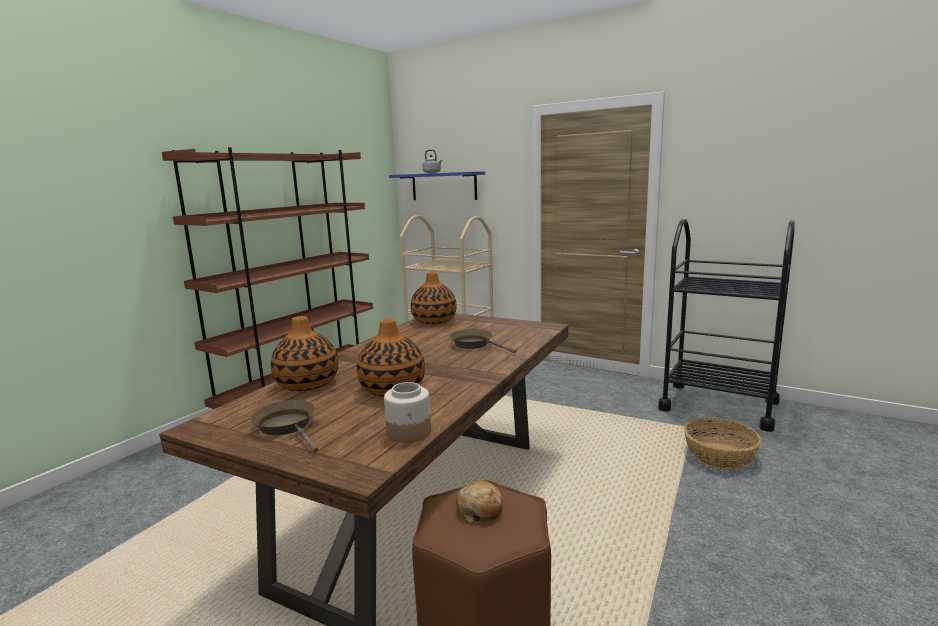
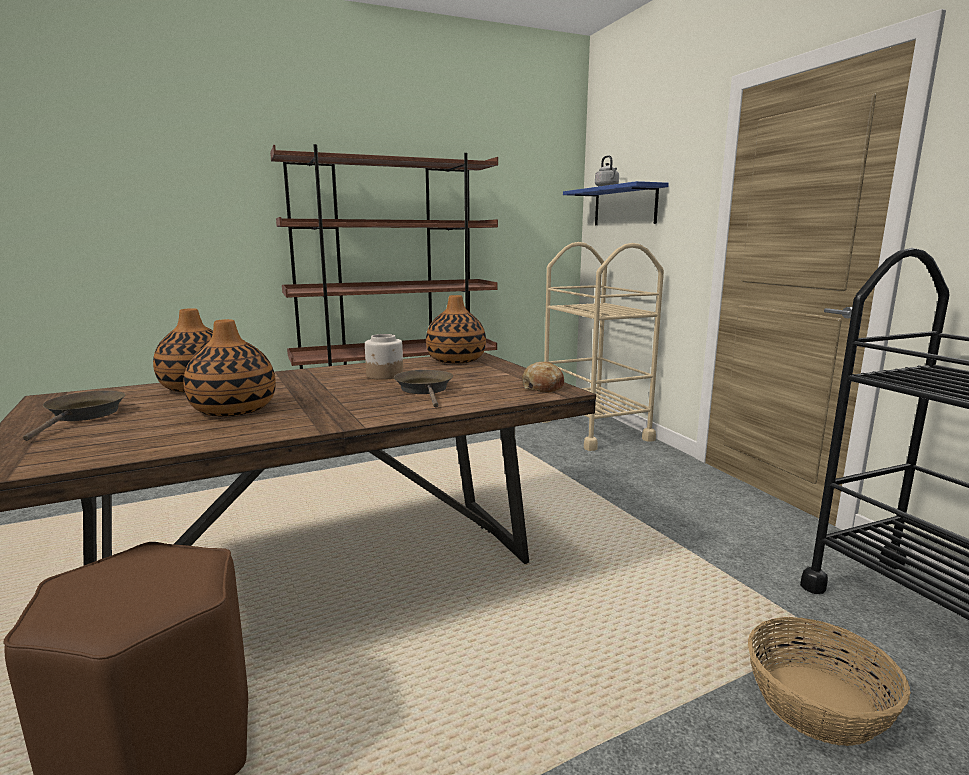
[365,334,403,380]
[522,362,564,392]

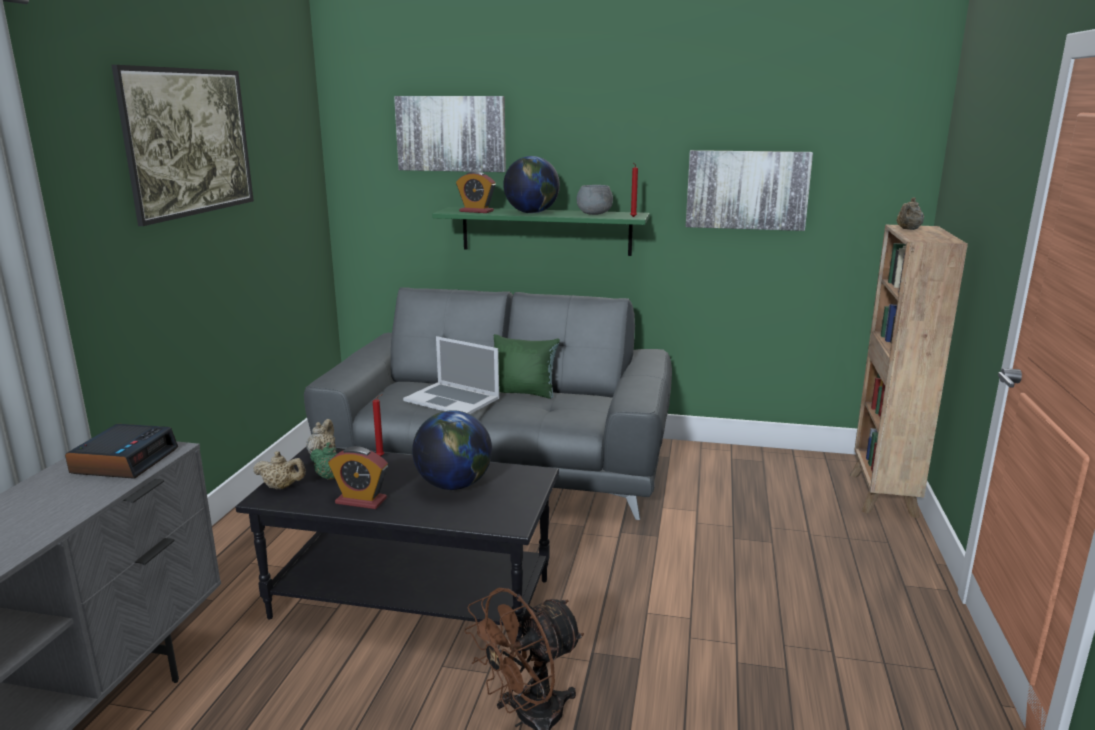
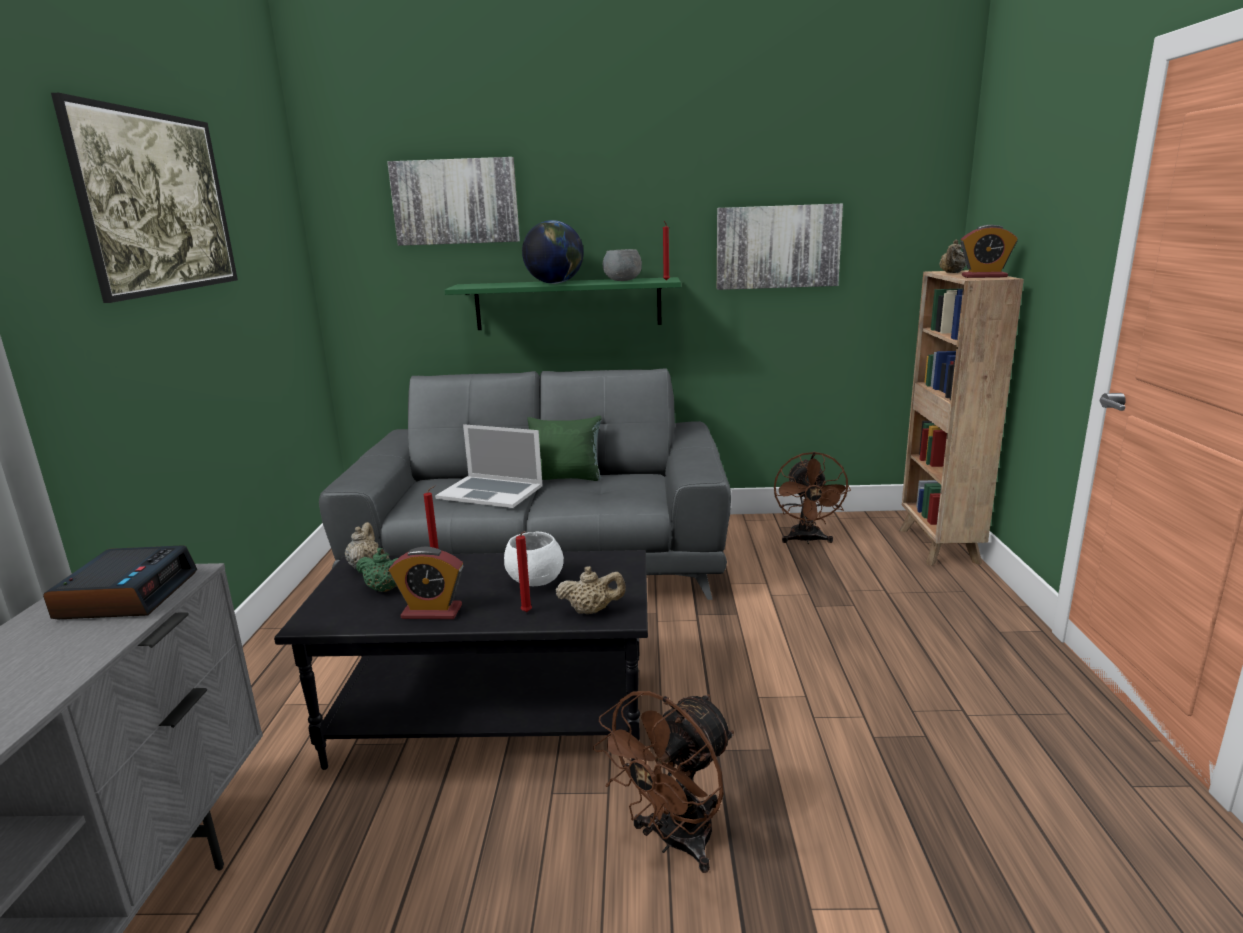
[960,225,1018,278]
[504,532,564,586]
[556,566,626,614]
[774,452,851,544]
[516,531,532,612]

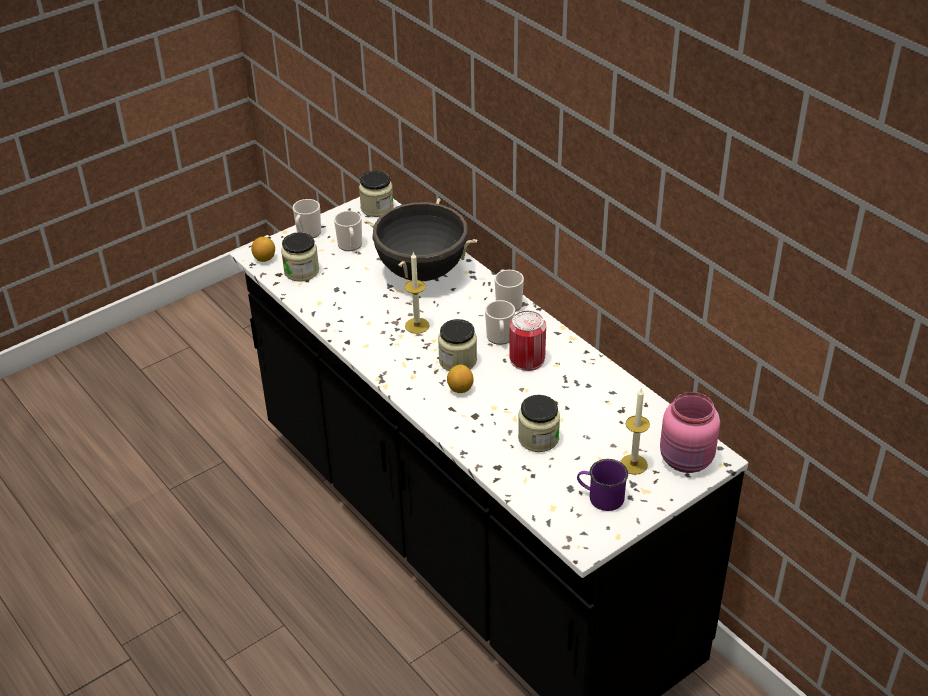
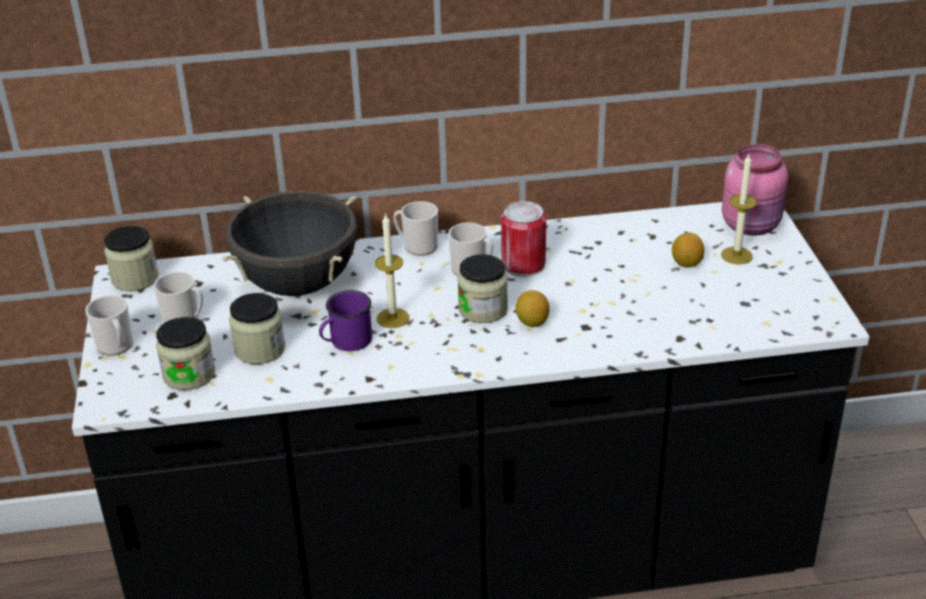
[672,233,704,268]
[229,293,285,364]
[319,290,372,351]

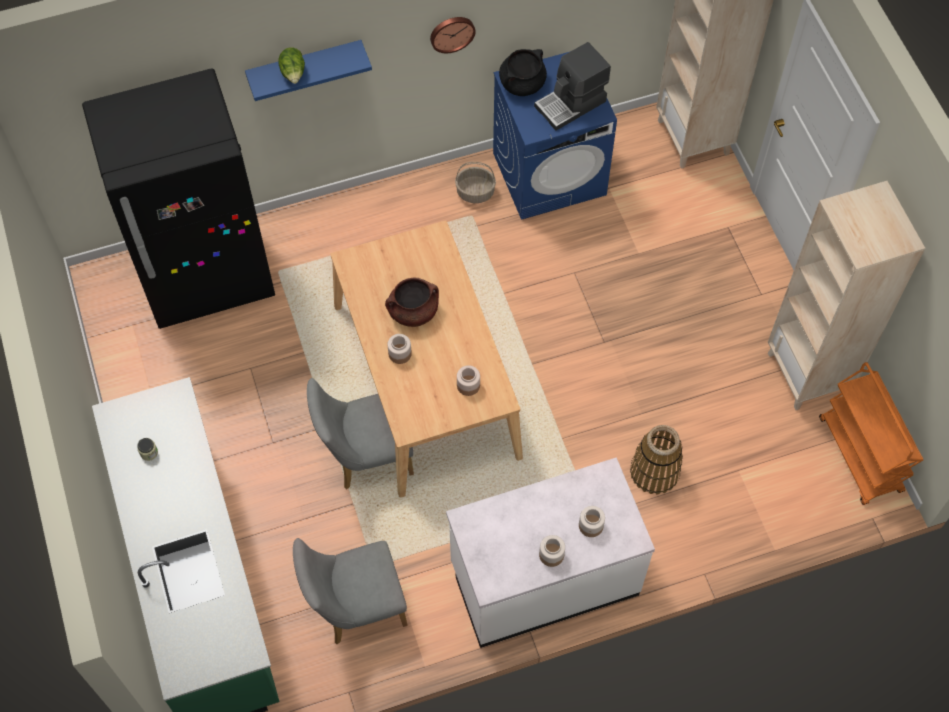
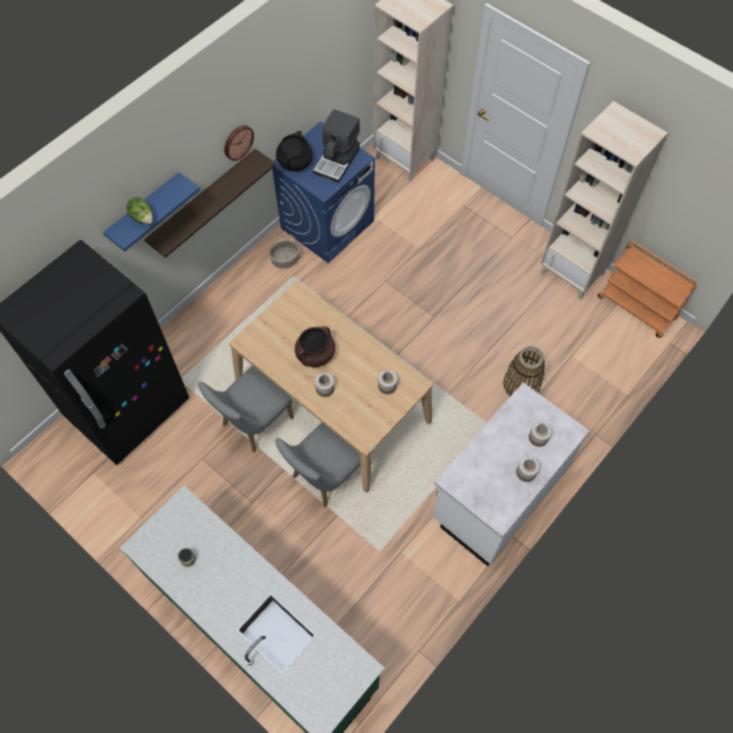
[198,366,294,452]
[144,149,276,258]

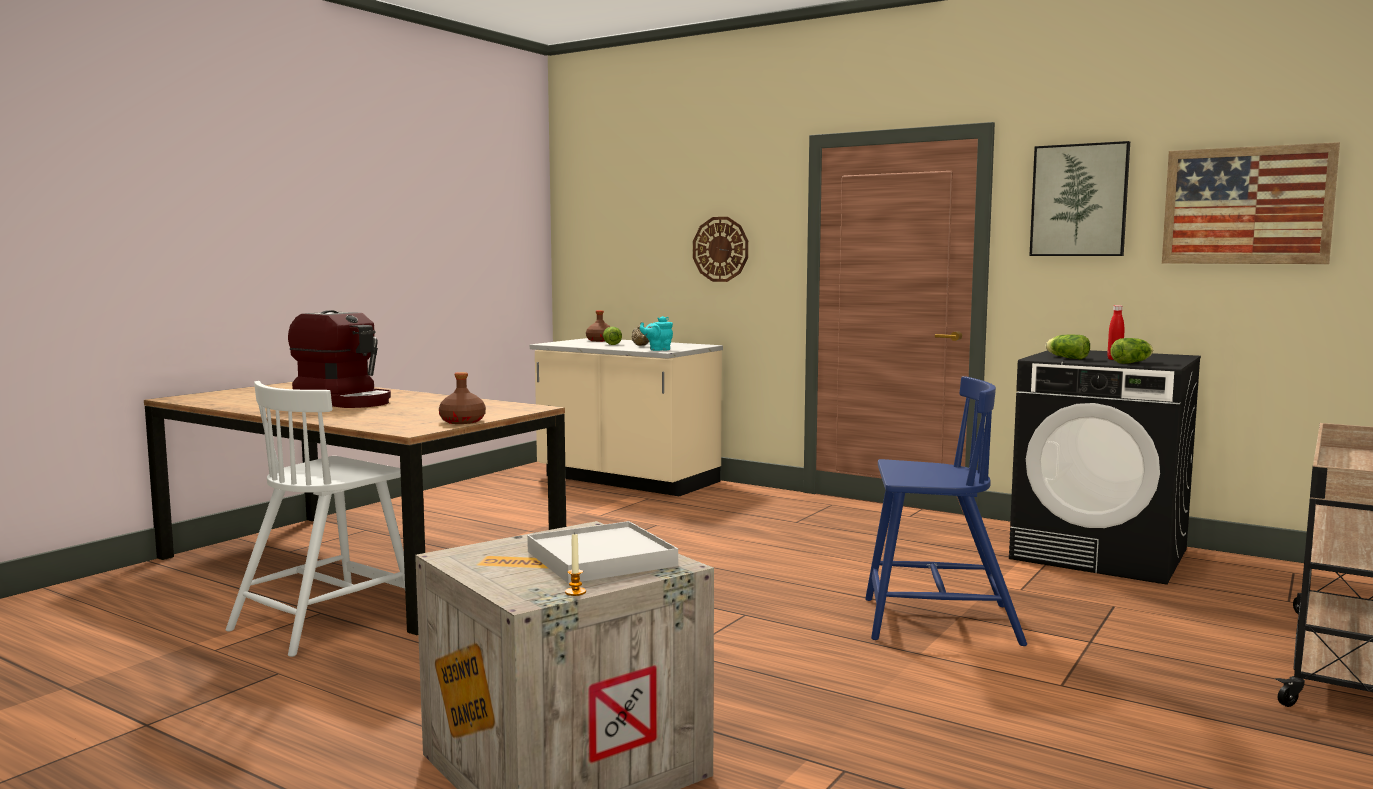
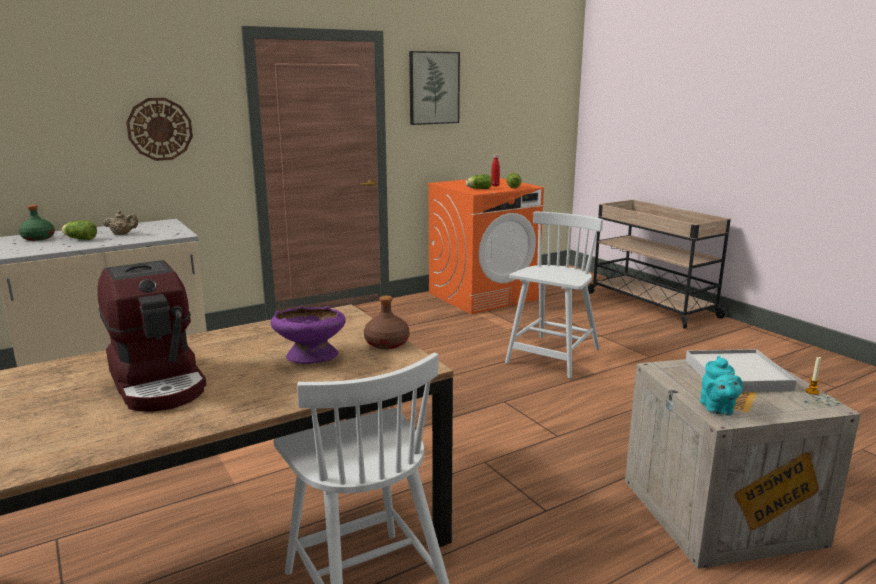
[1162,142,1340,264] (first image)
[97,260,206,412]
[19,205,55,241]
[700,356,743,416]
[427,178,544,314]
[505,212,603,378]
[271,306,346,364]

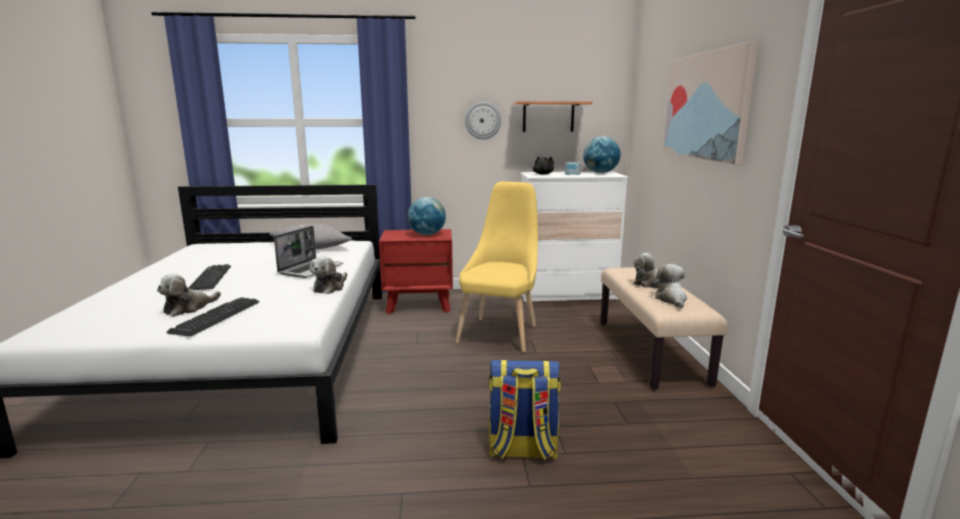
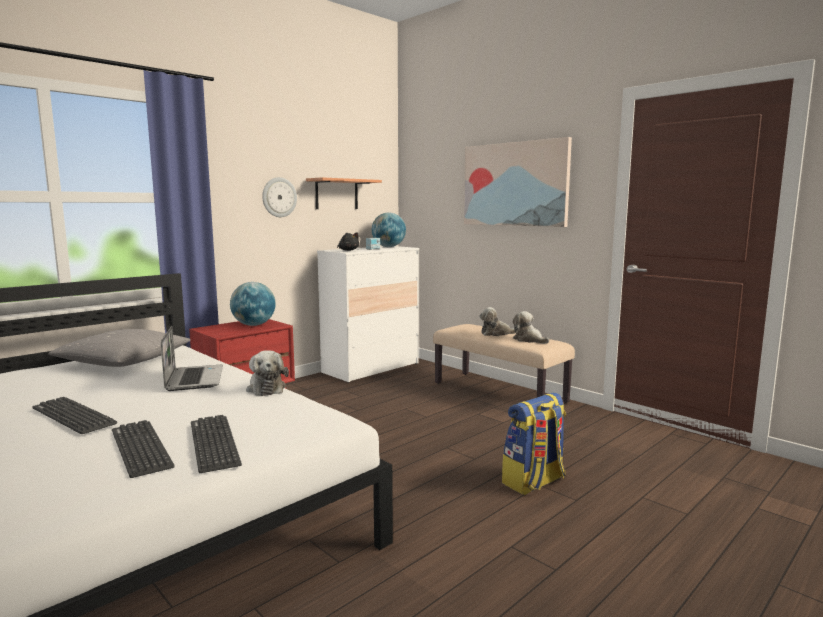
[455,182,538,352] (first image)
[112,420,175,478]

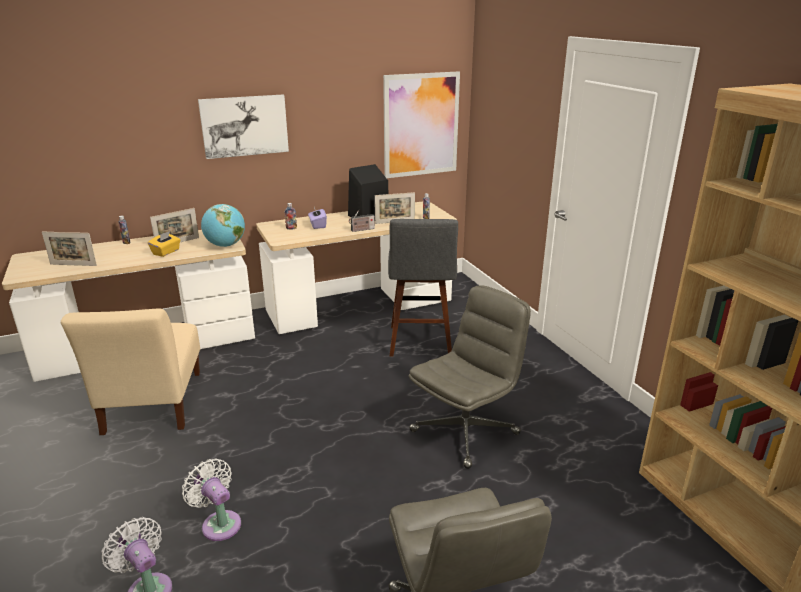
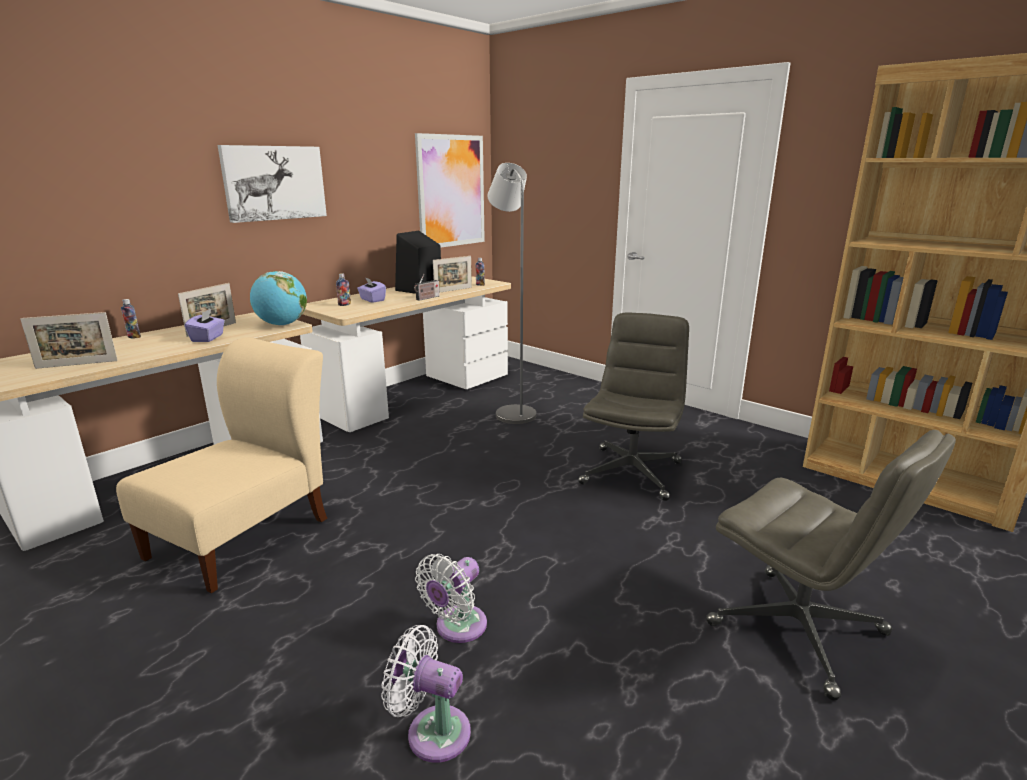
[487,163,537,424]
[185,309,225,342]
[116,337,327,593]
[415,554,487,643]

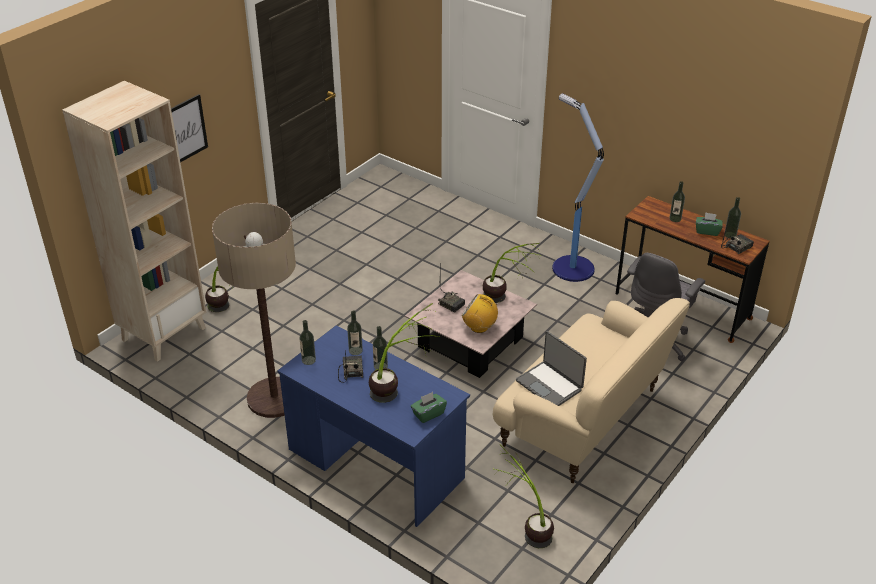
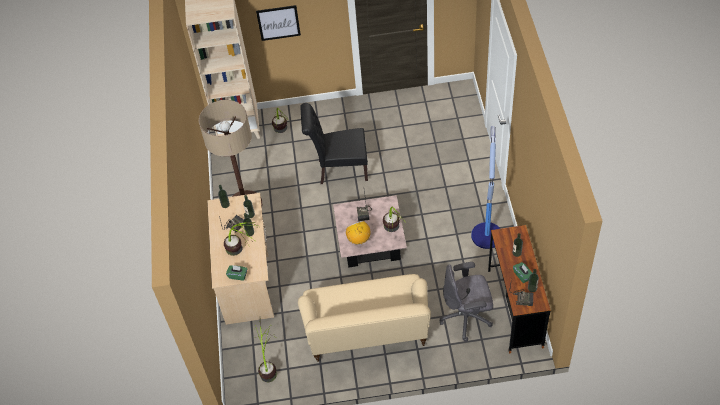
[207,193,274,325]
[516,331,587,406] (first image)
[300,103,368,184]

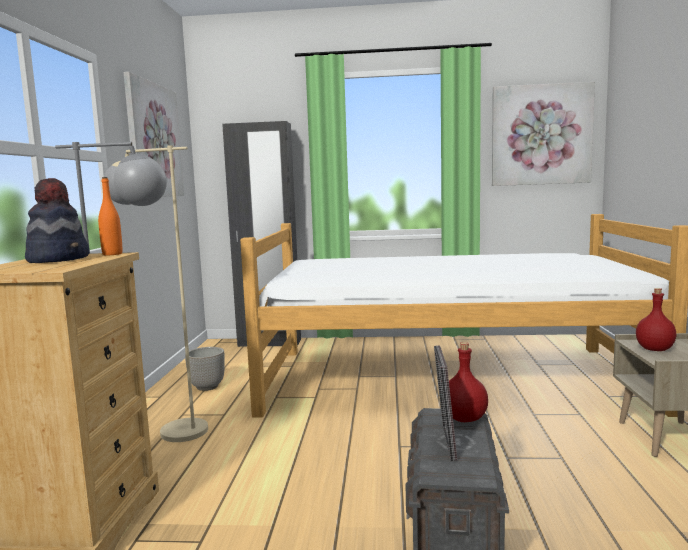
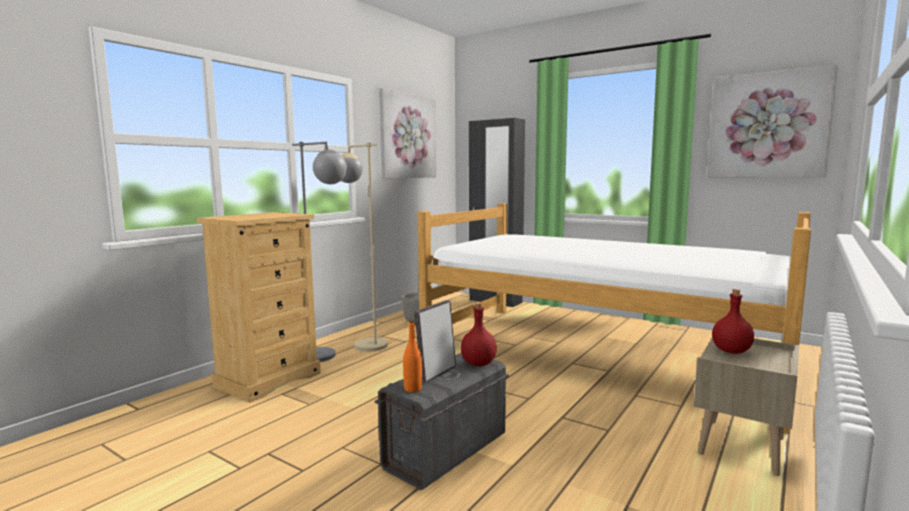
[403,320,422,392]
[25,178,89,263] (first image)

